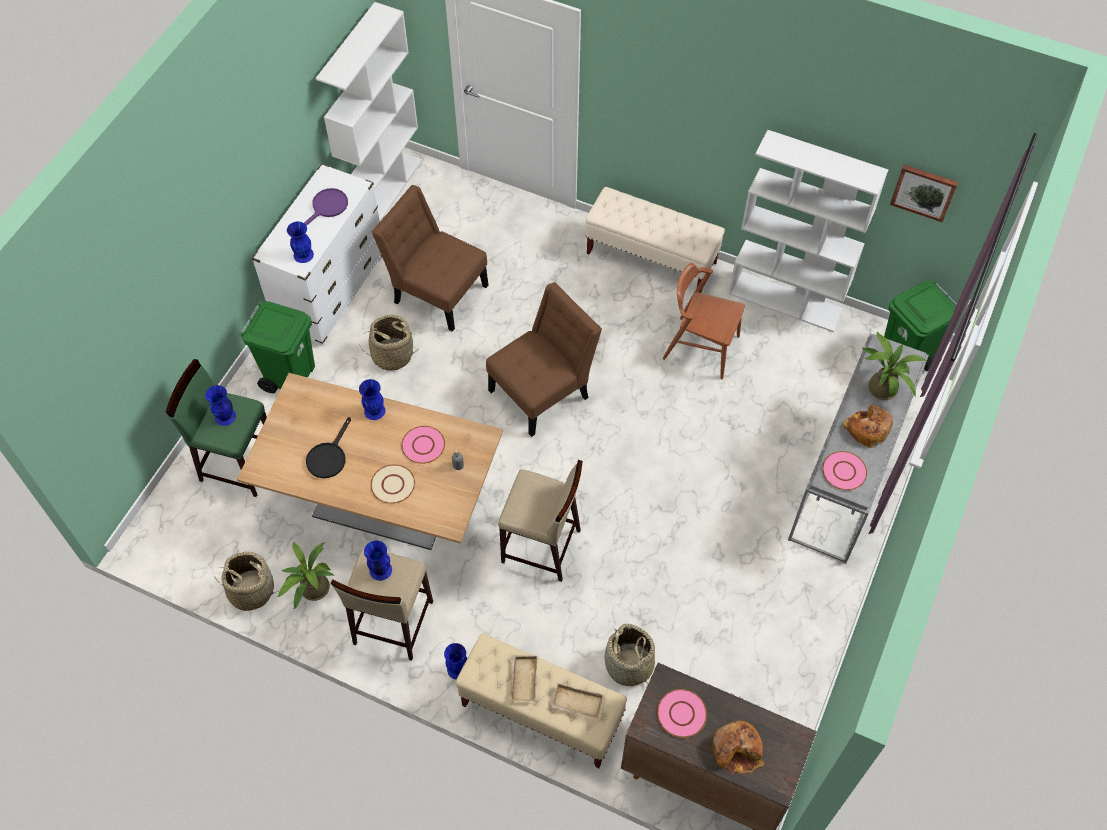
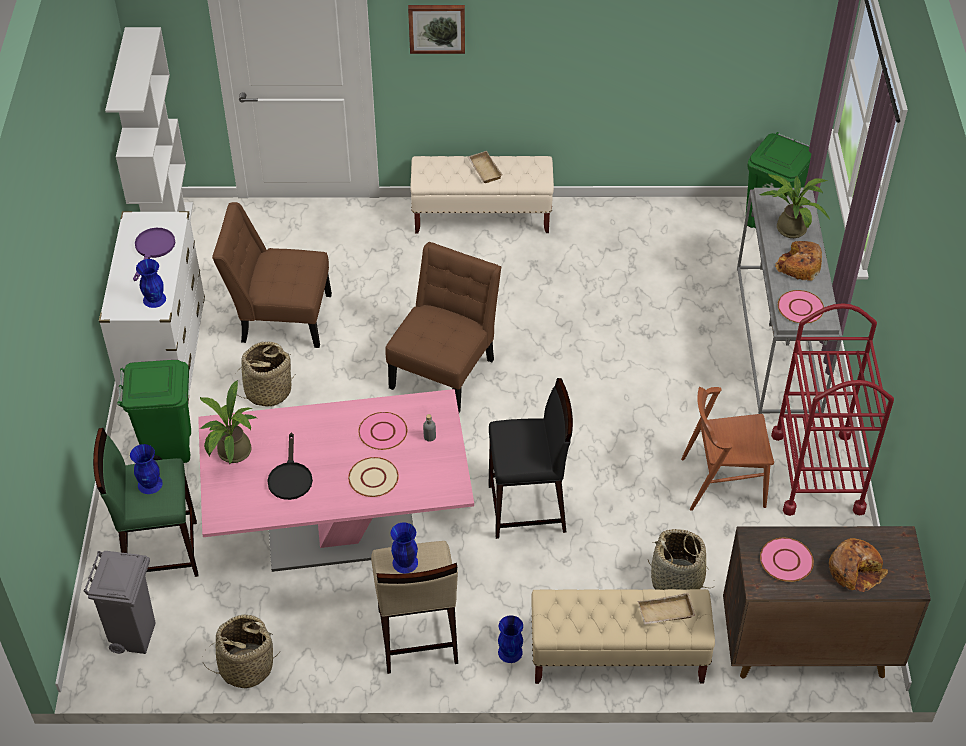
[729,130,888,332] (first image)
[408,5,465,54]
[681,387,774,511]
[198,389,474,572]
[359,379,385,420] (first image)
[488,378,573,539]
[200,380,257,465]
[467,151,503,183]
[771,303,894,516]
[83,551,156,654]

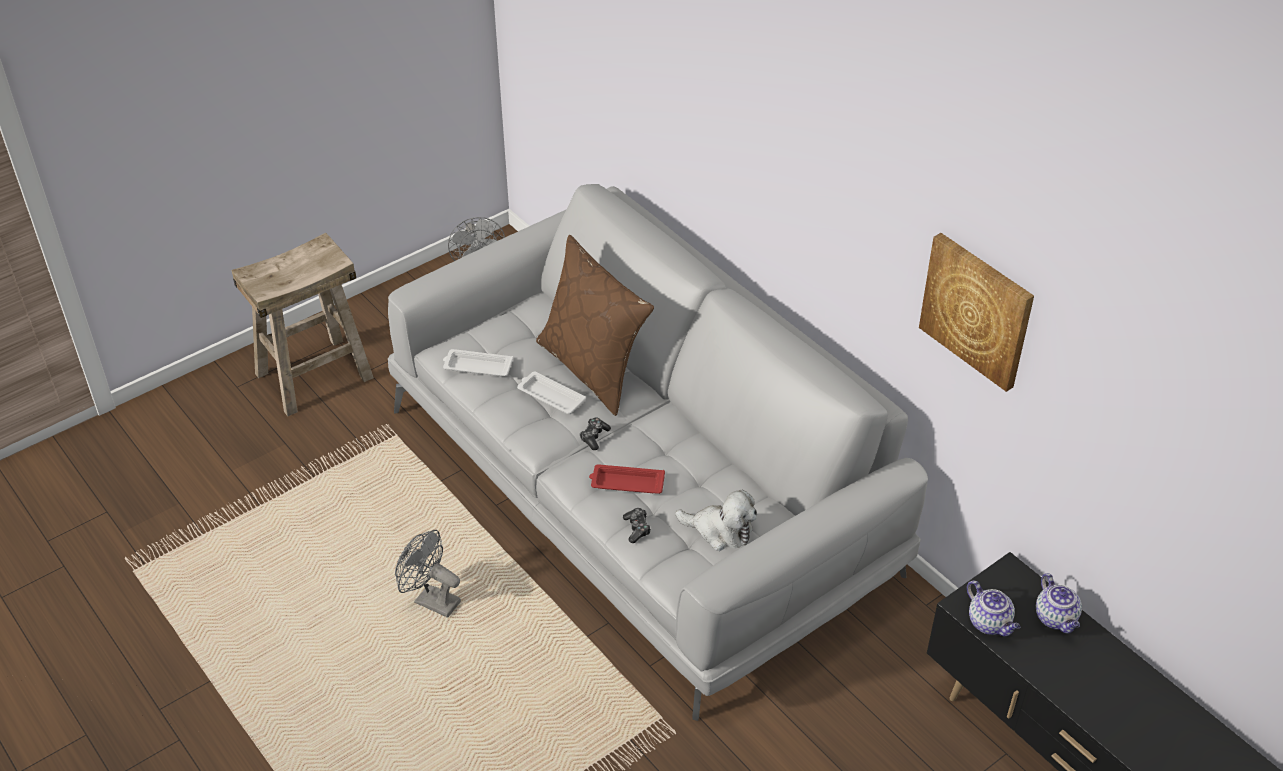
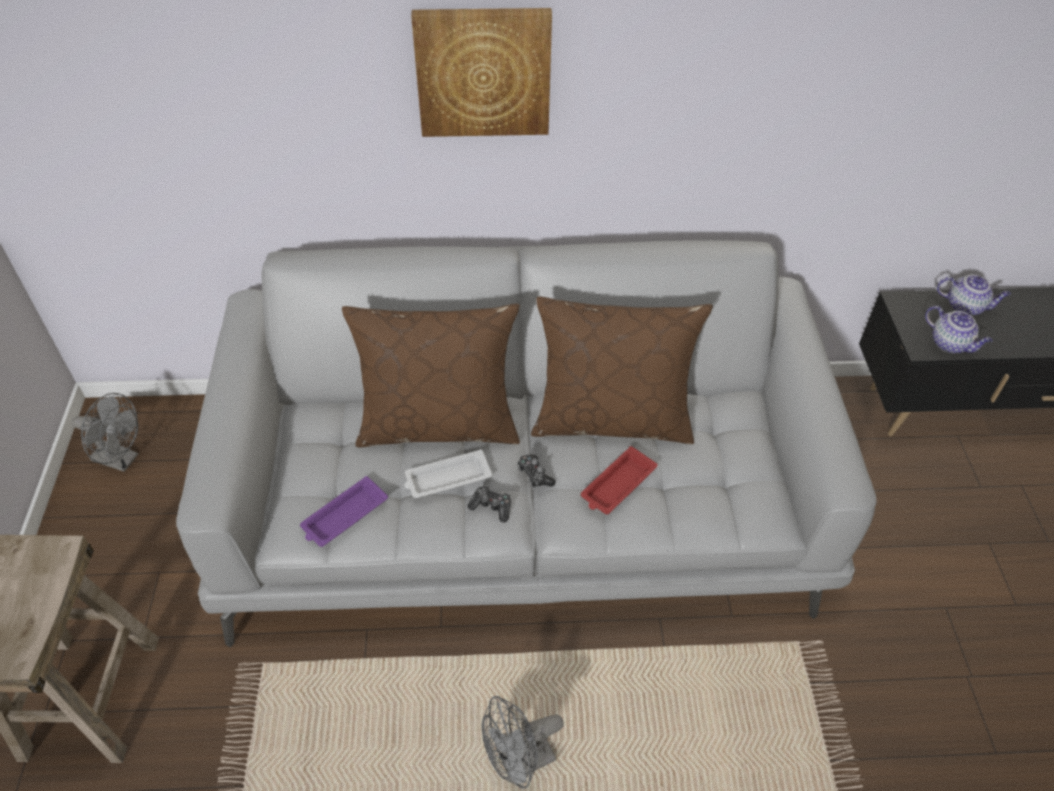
[411,8,552,137]
[300,476,388,547]
[675,490,757,551] (first image)
[468,485,511,523]
[925,306,993,353]
[531,296,713,444]

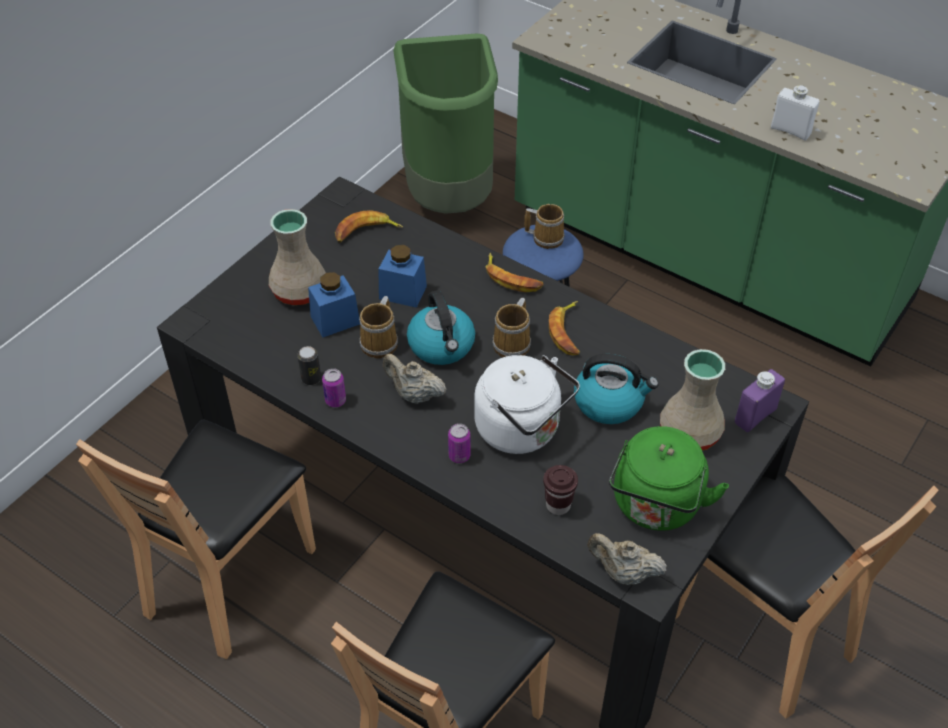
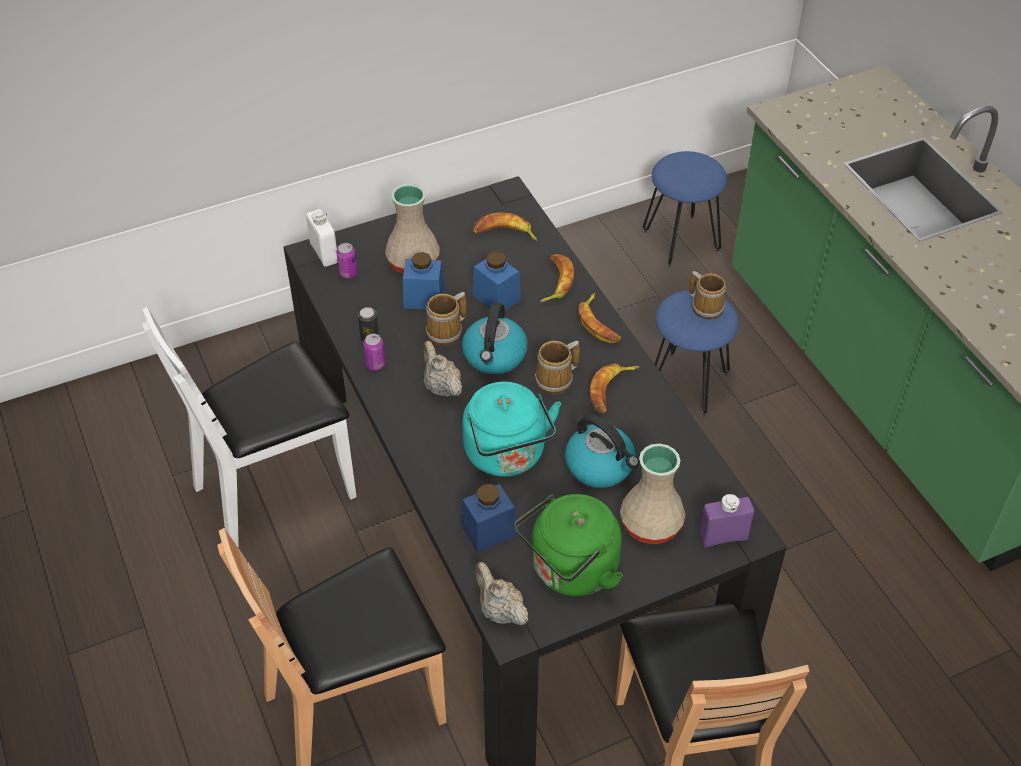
[643,151,727,267]
[306,209,338,267]
[462,382,561,477]
[142,307,357,547]
[336,243,357,278]
[461,484,517,552]
[540,254,574,302]

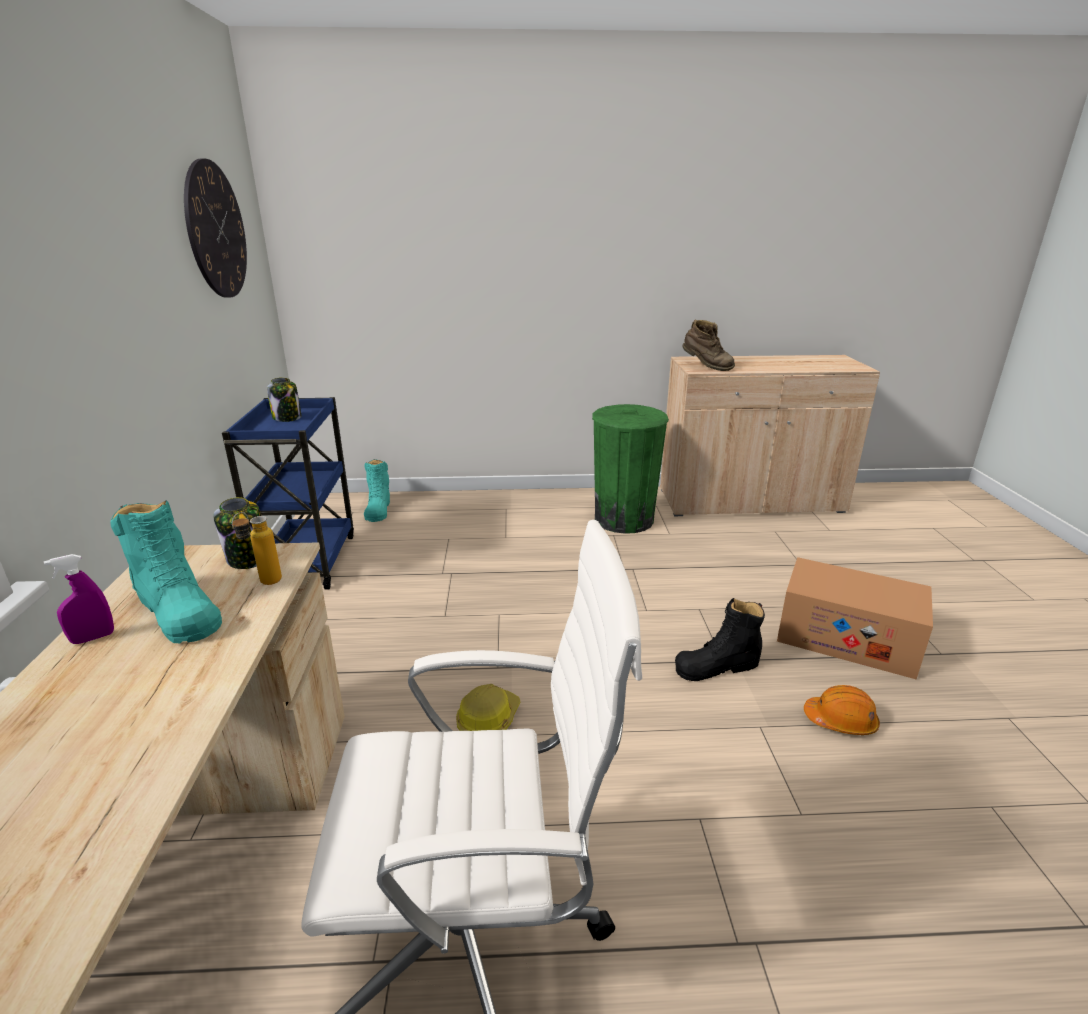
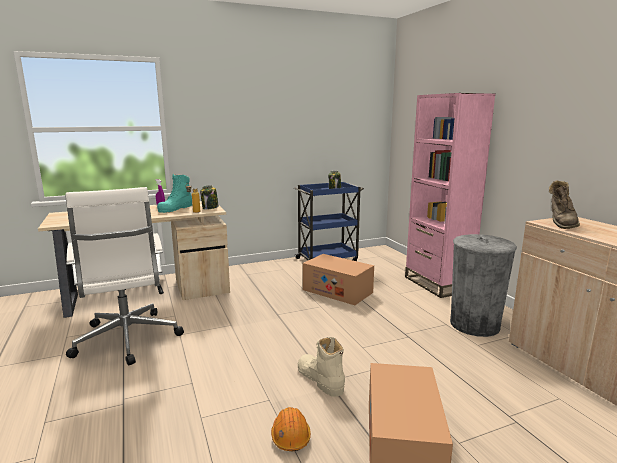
[184,158,247,298] (first image)
[450,234,517,337]
[364,459,390,522] (first image)
[298,337,345,397]
[456,684,520,731] (first image)
[405,93,496,298]
[303,254,374,305]

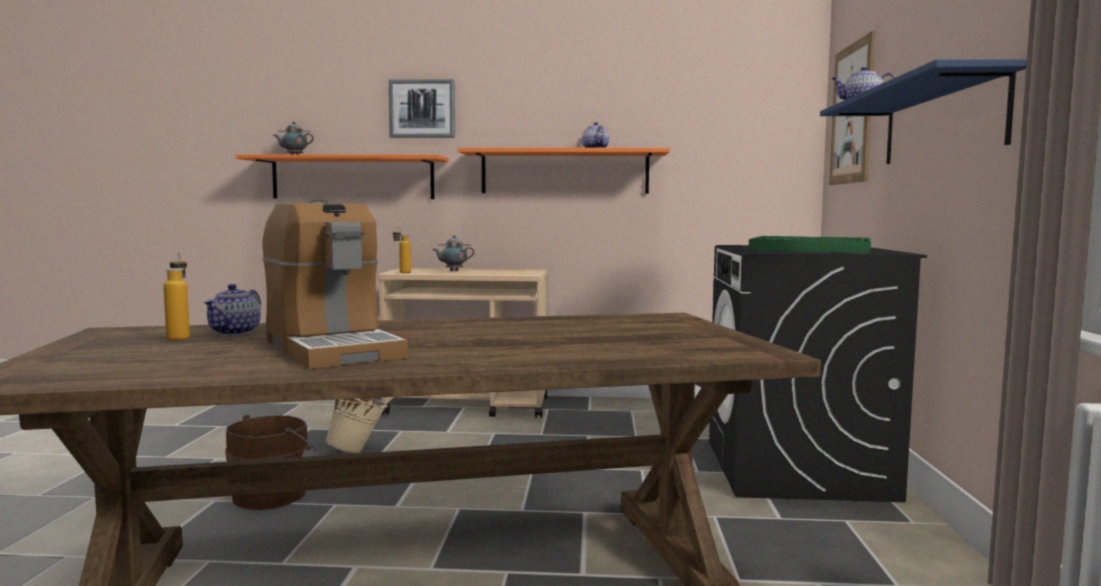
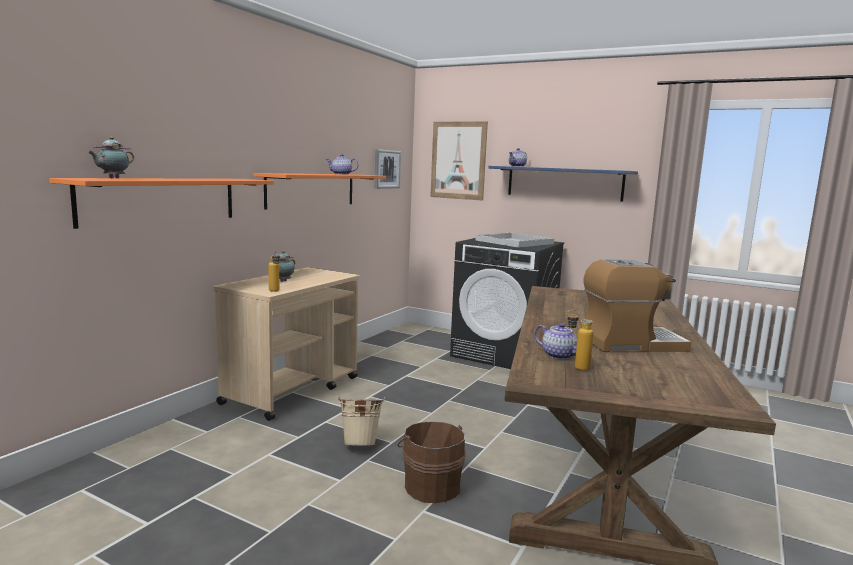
[374,149,401,189]
[476,233,554,248]

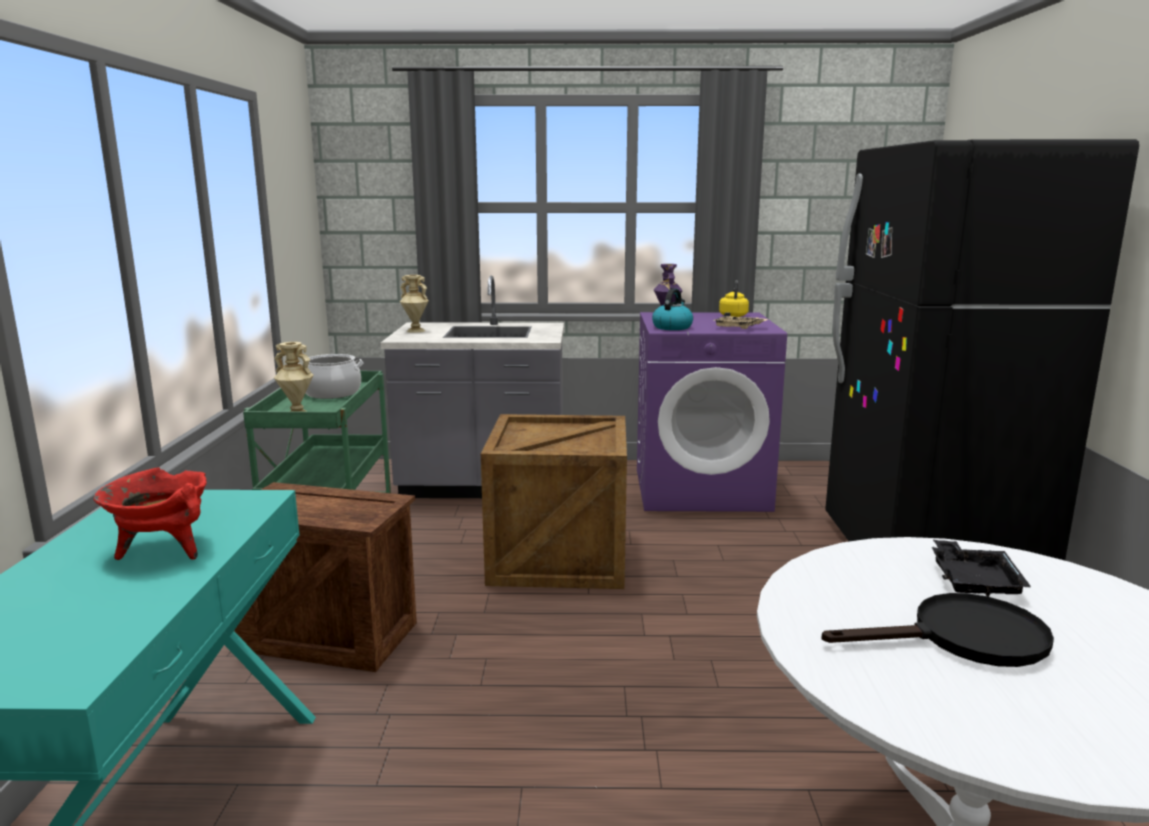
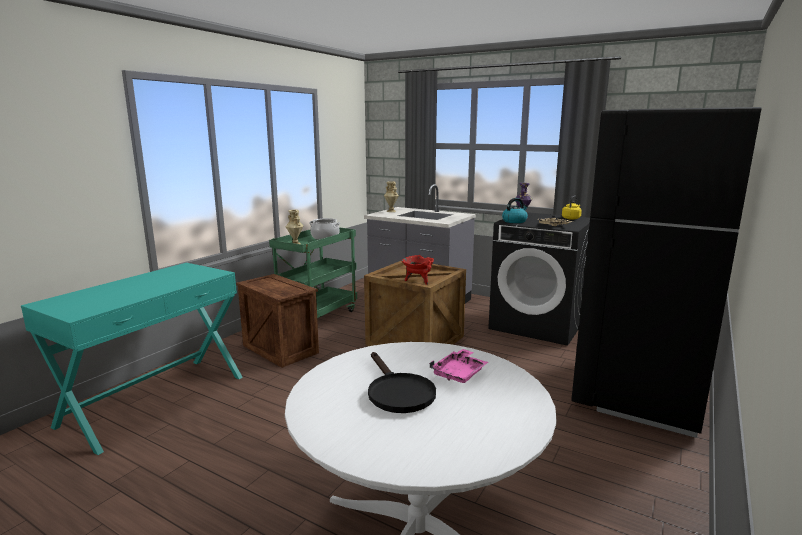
[488,212,590,346]
[402,255,434,285]
[429,349,488,383]
[368,352,436,413]

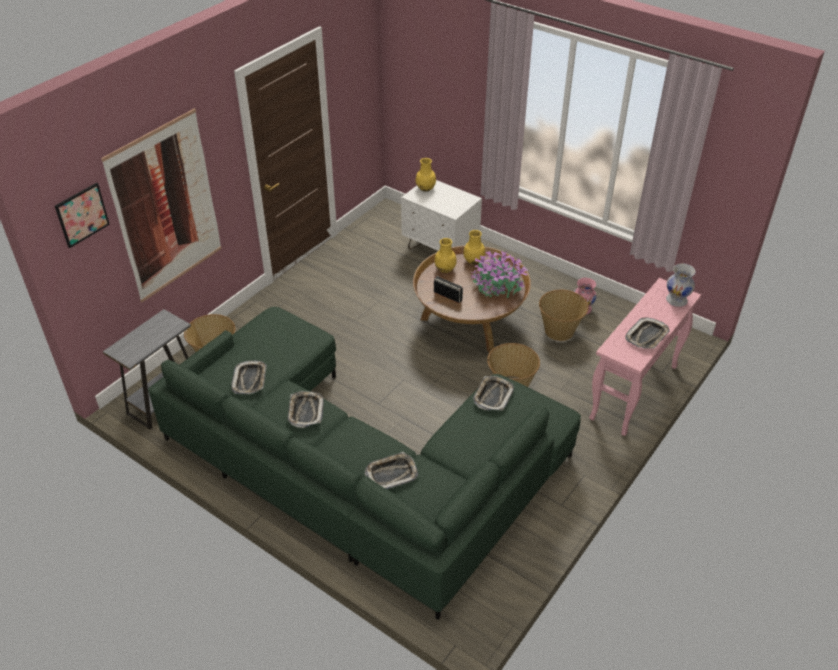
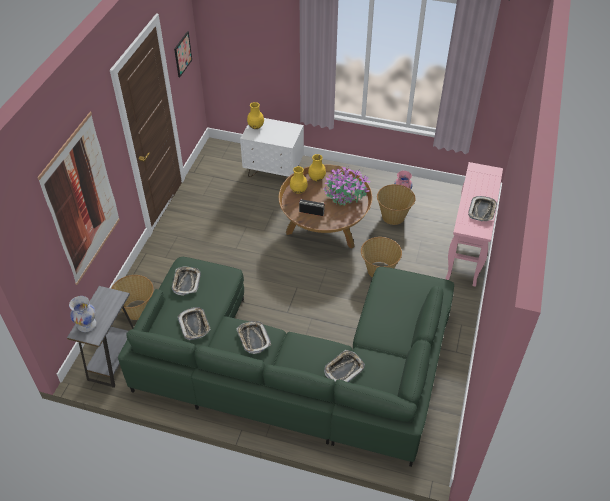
[174,31,192,77]
[69,296,96,332]
[171,266,201,296]

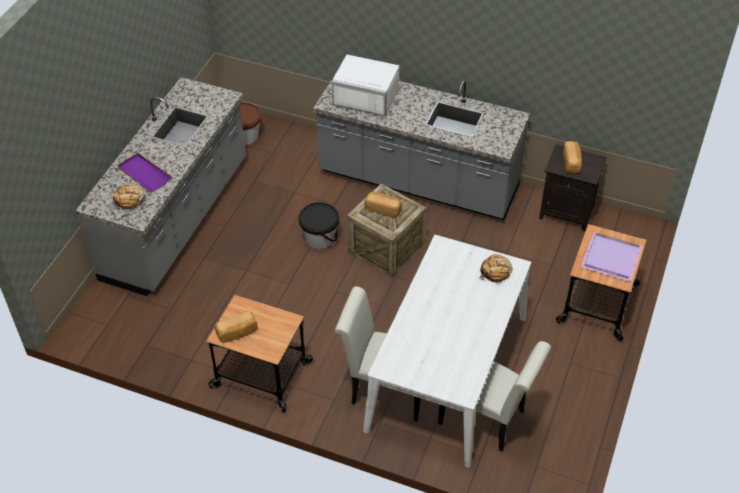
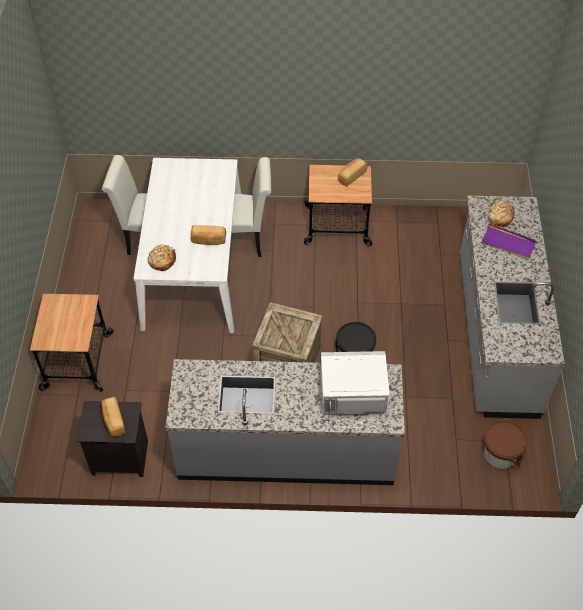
[190,225,226,245]
[581,232,643,282] (first image)

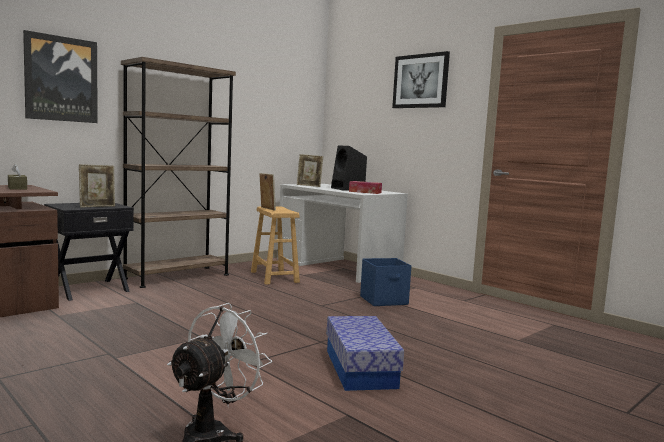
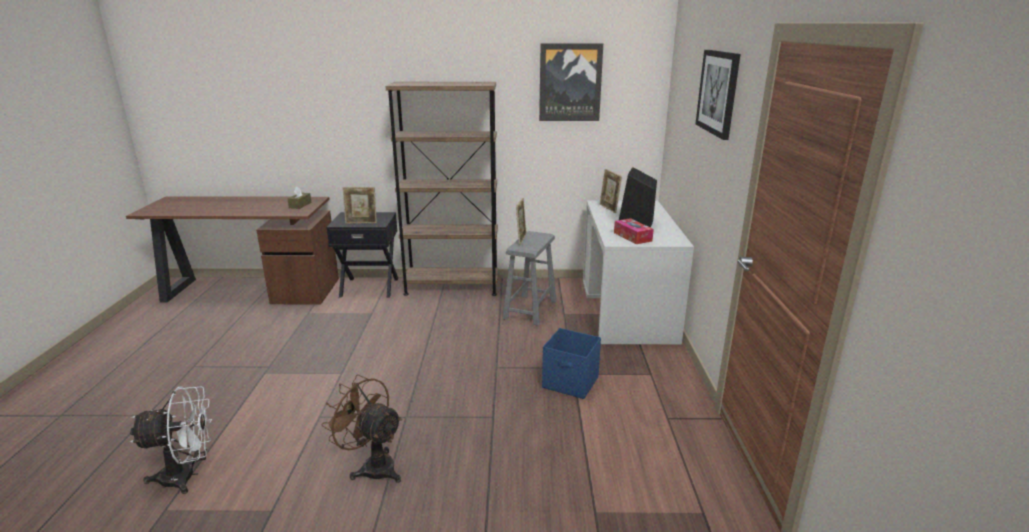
[539,43,603,121]
[502,231,556,325]
[322,374,402,483]

